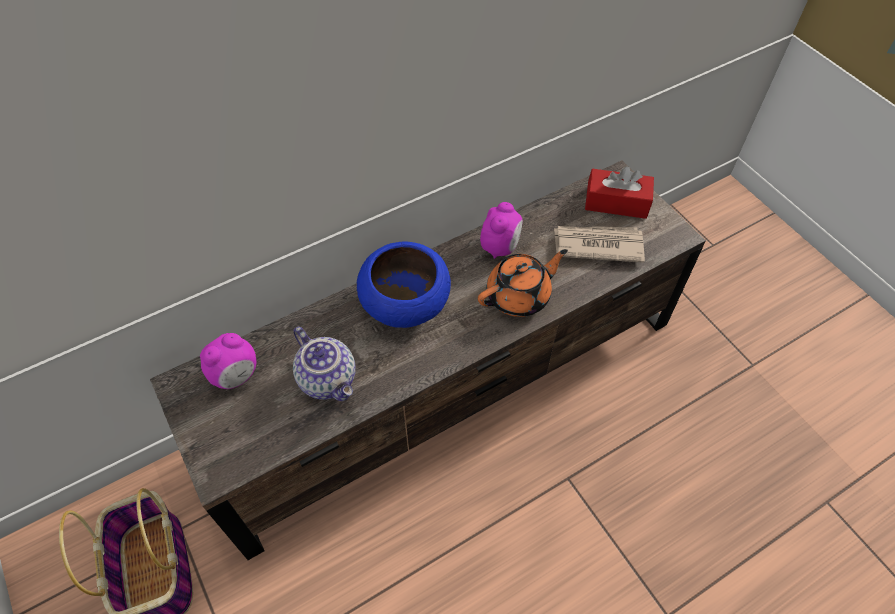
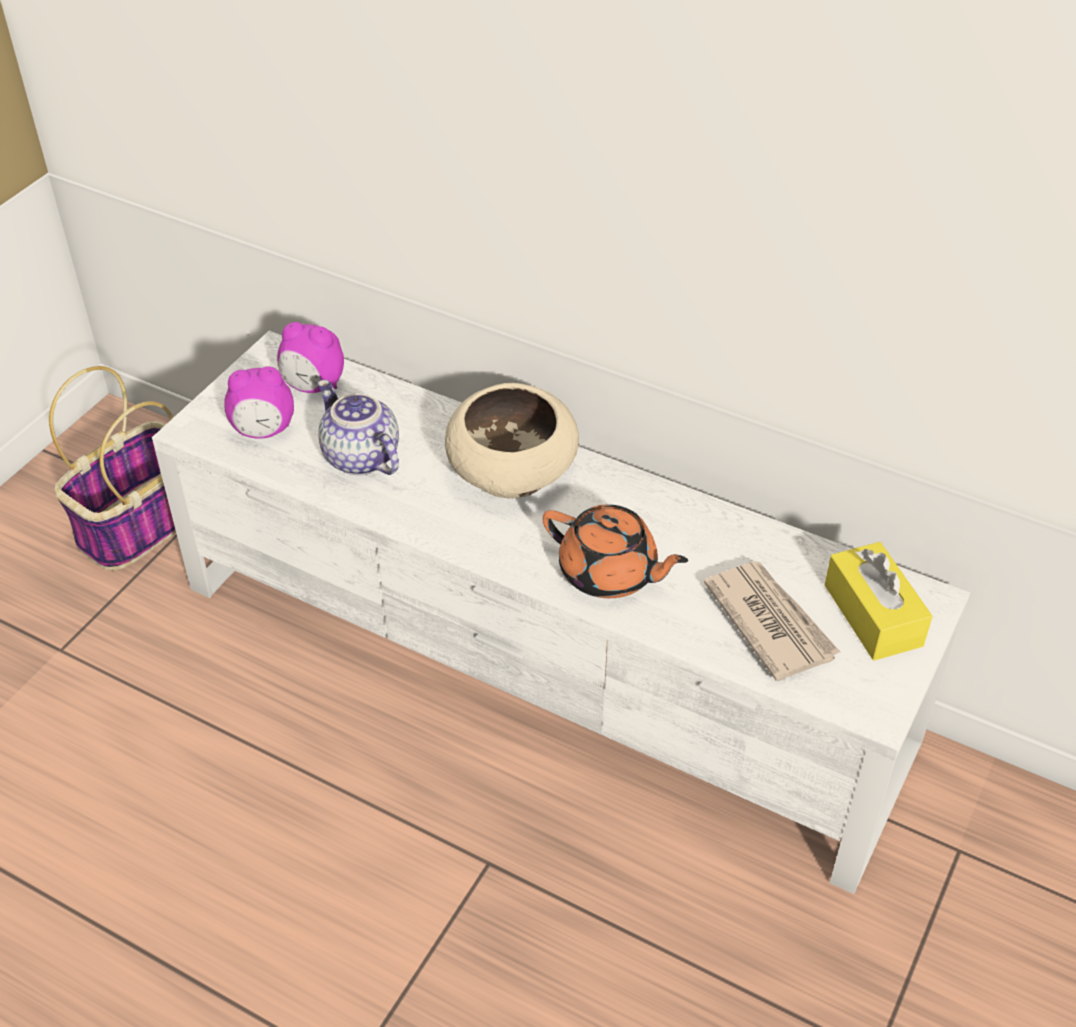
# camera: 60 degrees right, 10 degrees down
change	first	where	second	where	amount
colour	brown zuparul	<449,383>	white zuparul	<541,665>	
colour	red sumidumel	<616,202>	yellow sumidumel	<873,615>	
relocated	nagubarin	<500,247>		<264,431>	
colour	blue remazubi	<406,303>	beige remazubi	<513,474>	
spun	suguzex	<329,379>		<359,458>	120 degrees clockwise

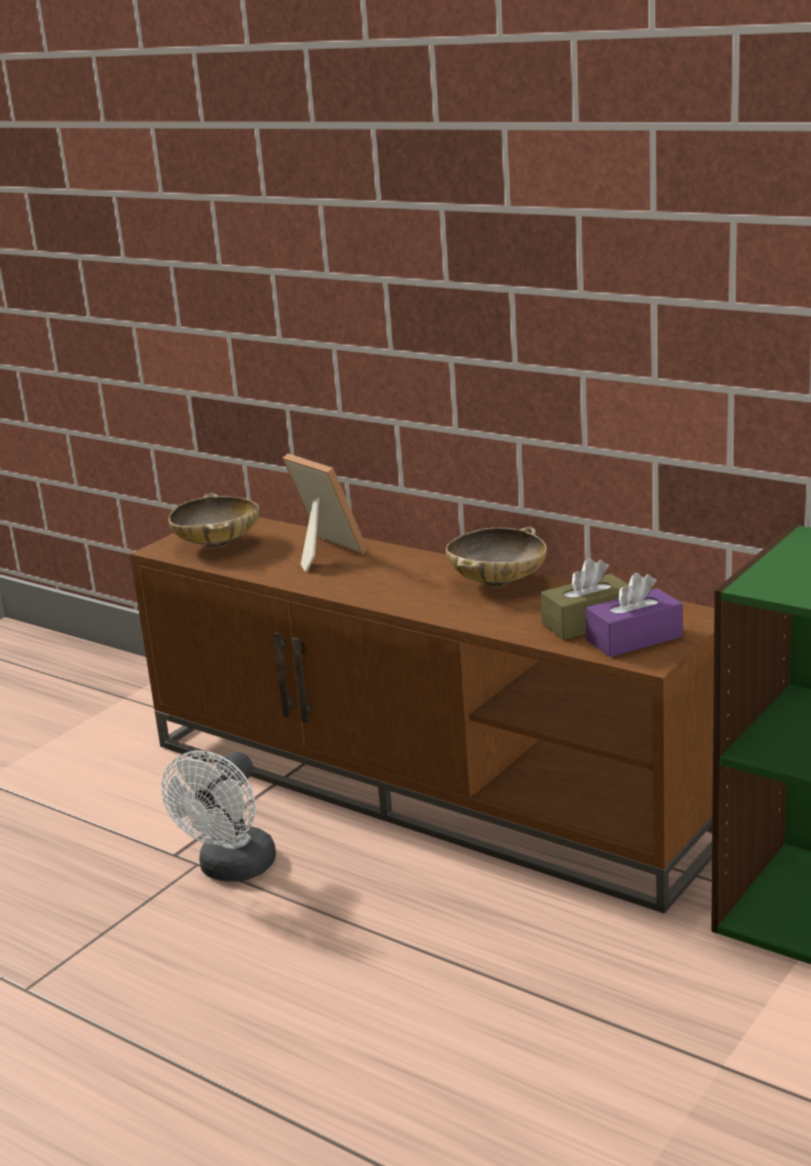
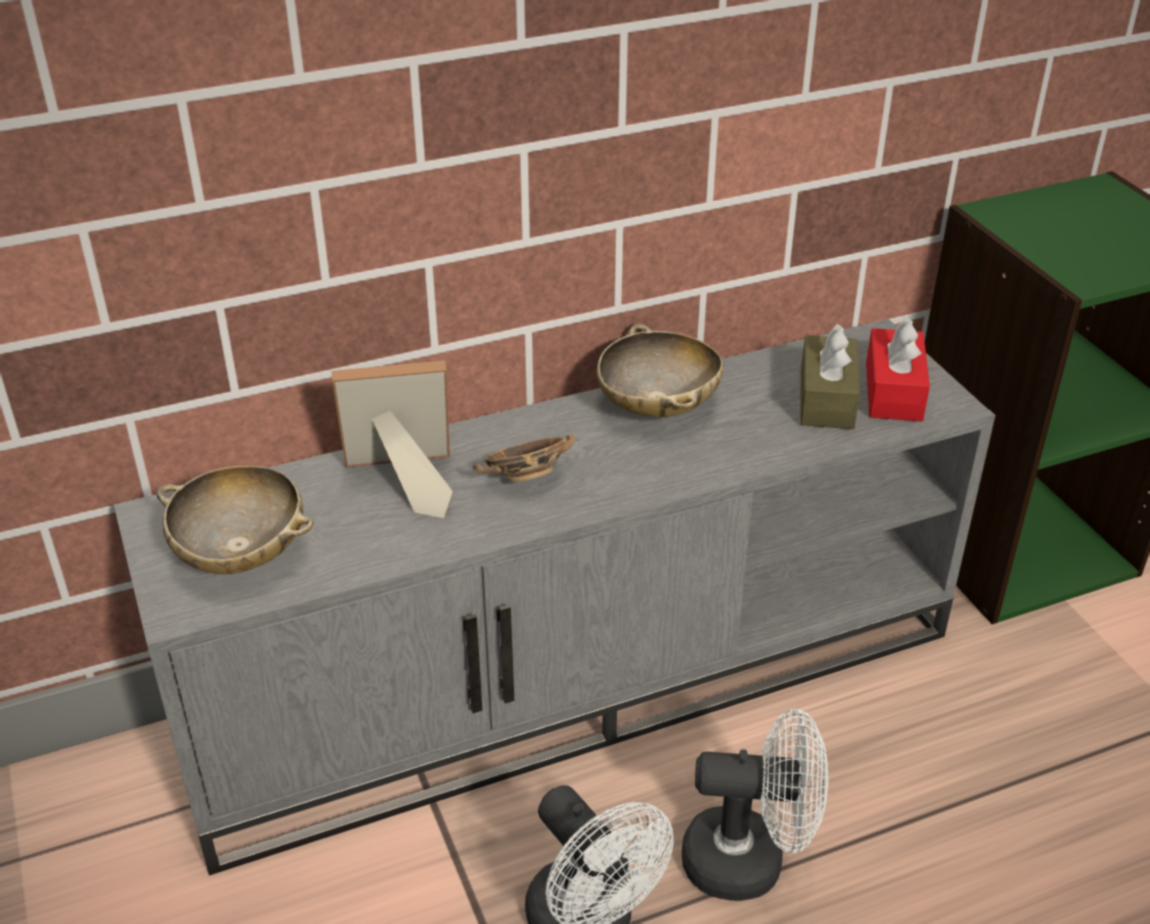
# camera: 60 degrees left, 15 degrees up
change	first	where	second	where	amount
colour	brown zuparul	<429,786>	grey zuparul	<575,678>	
colour	purple sumidumel	<634,639>	red sumidumel	<893,391>	
appeared			remazubi	<525,477>	
appeared			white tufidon	<750,860>	

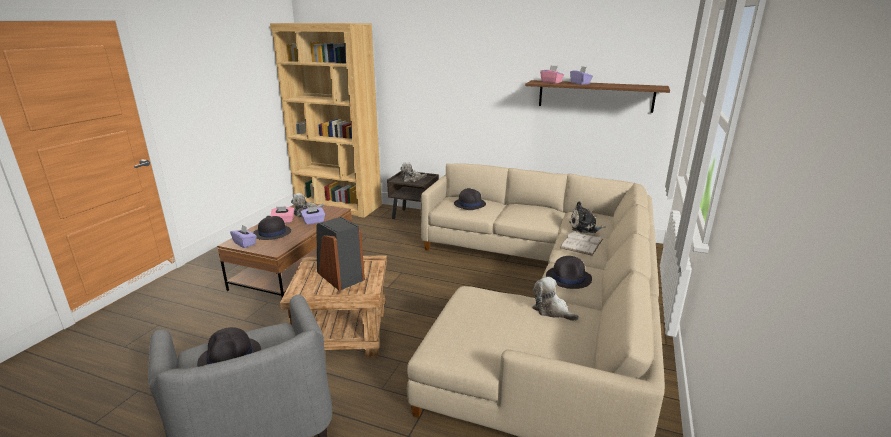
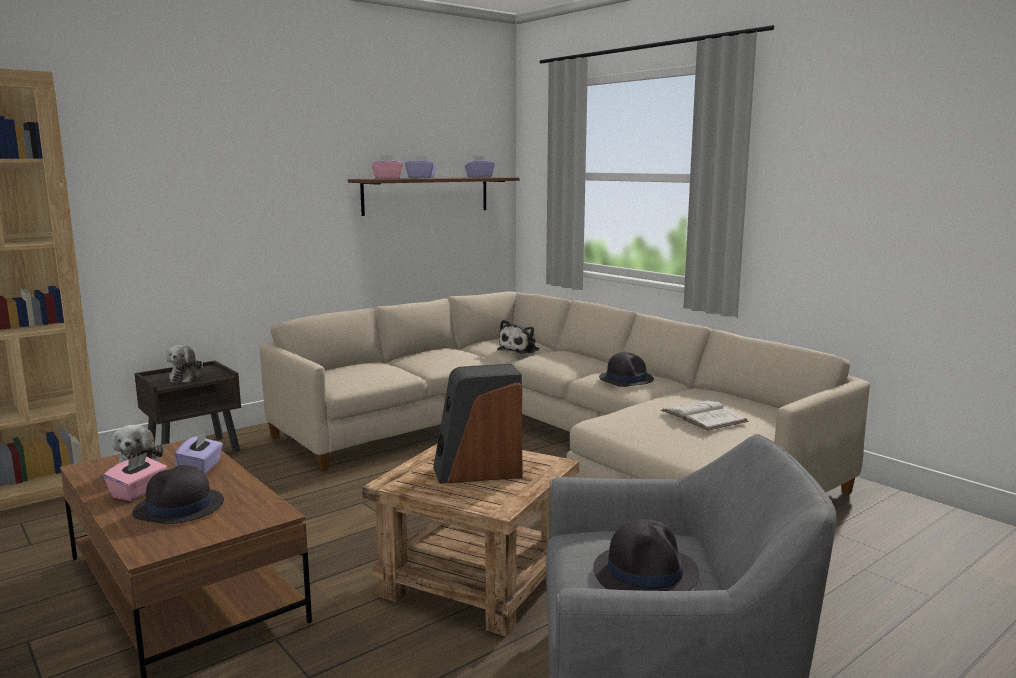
# camera: 60 degrees left, 10 degrees down
change	first	where	second	where	amount
missing	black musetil	<469,204>			
relocated	purple sumidumel	<245,243>		<479,177>	
relocated	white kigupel	<581,243>		<703,416>	
missing	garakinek	<551,310>			

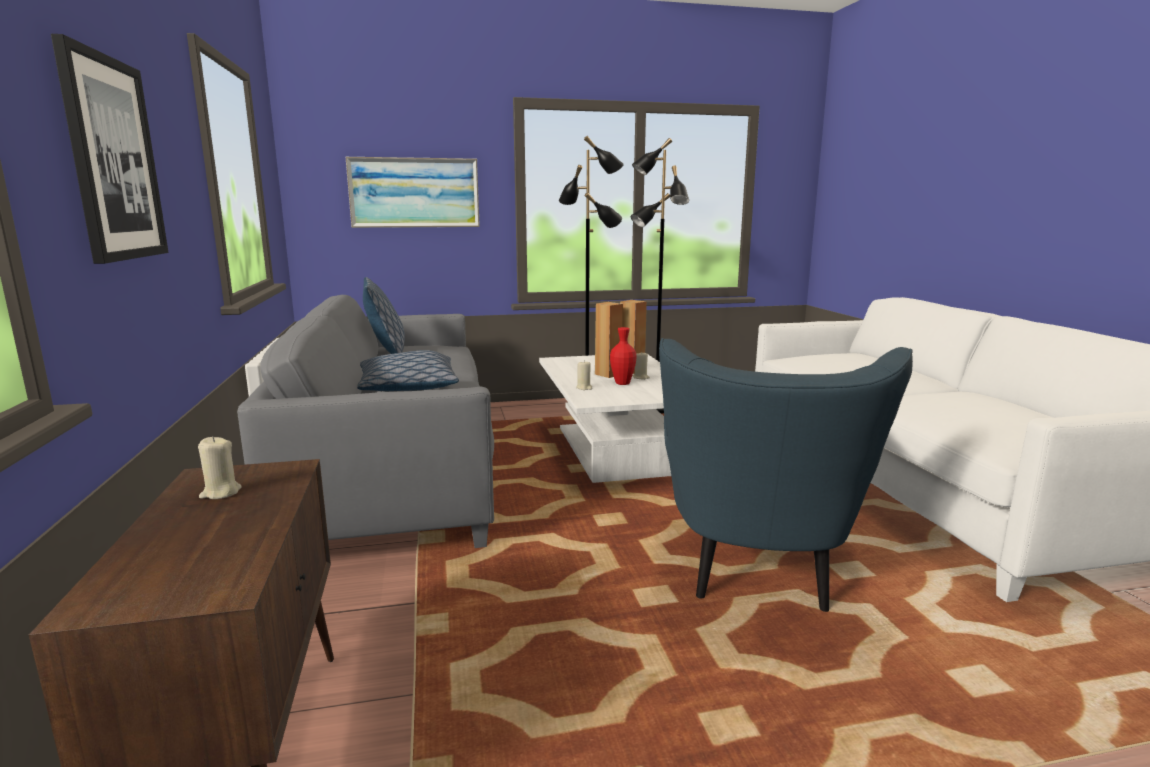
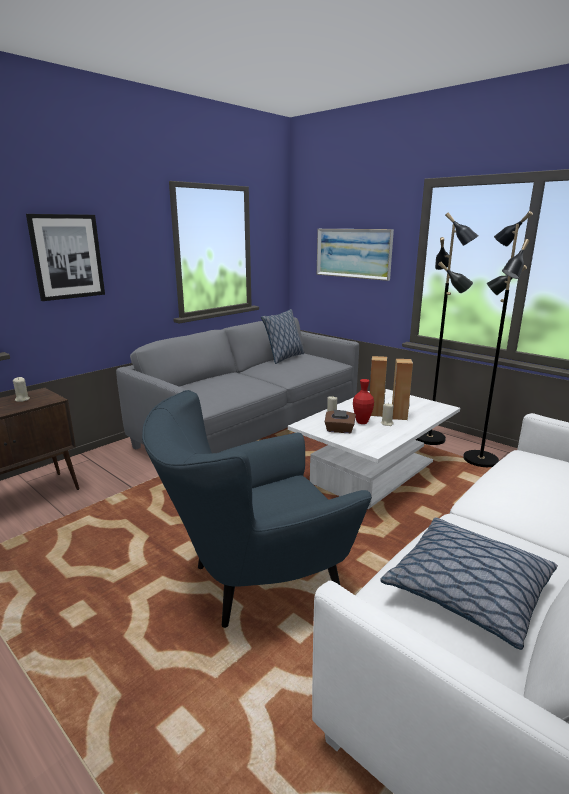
# camera: 55 degrees right, 5 degrees up
change	first	where	second	where	amount
relocated	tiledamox	<408,387>		<466,590>	
appeared			brown sumidumel	<339,430>	

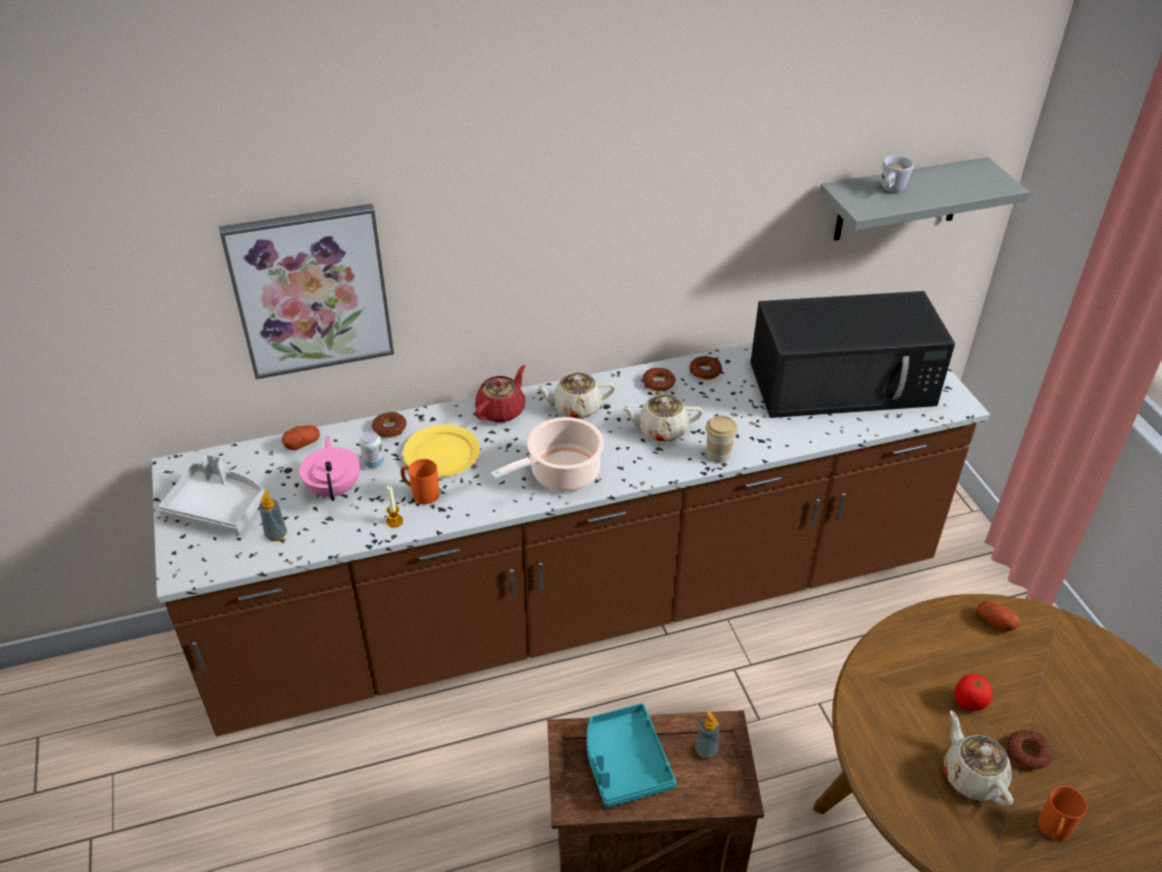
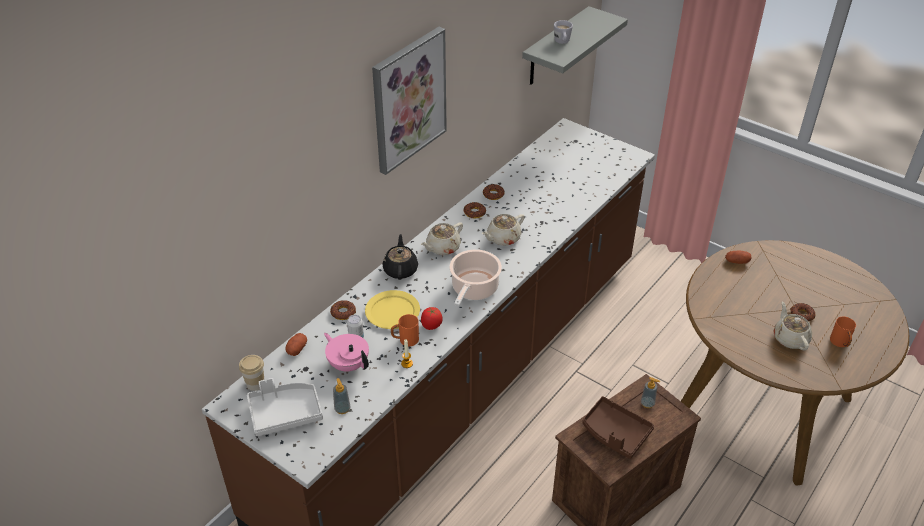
# camera: 35 degrees left, 0 degrees up
change	first	where	second	where	amount
relocated	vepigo	<311,291>		<408,100>	
missing	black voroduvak	<844,383>			
colour	red suguzex	<501,410>	black suguzex	<400,269>	
relocated	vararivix	<718,455>		<255,383>	
relocated	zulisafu	<968,702>		<431,326>	
colour	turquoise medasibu	<624,763>	brown medasibu	<615,433>	
spun	beige suguzex	<972,776>		<790,338>	45 degrees clockwise

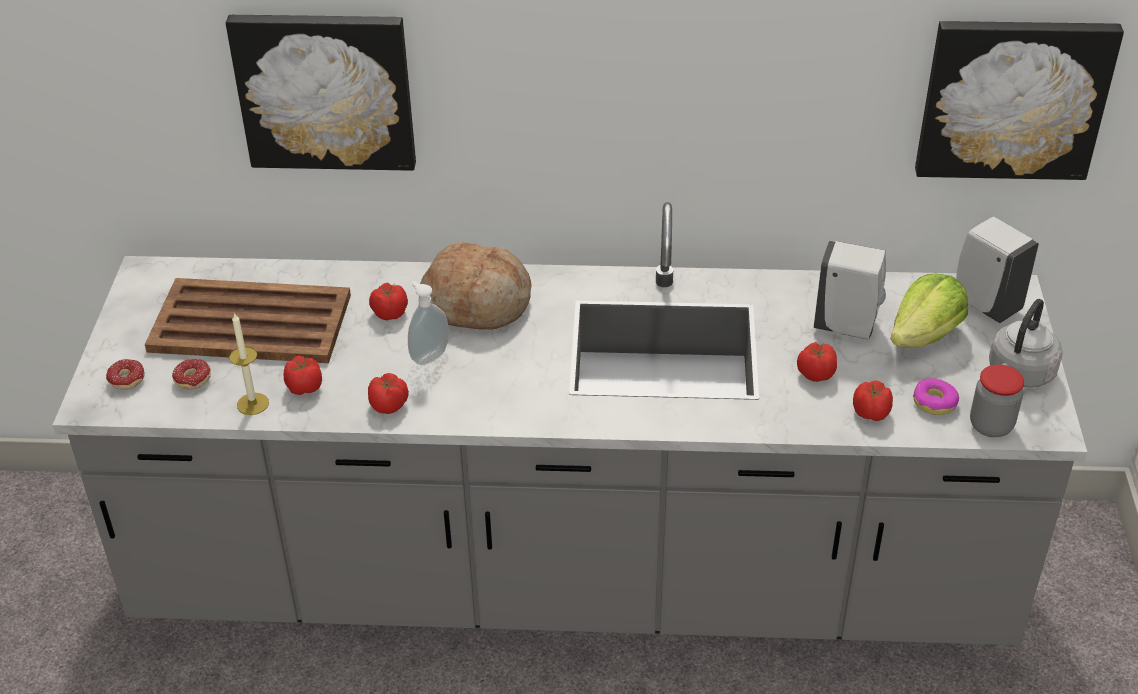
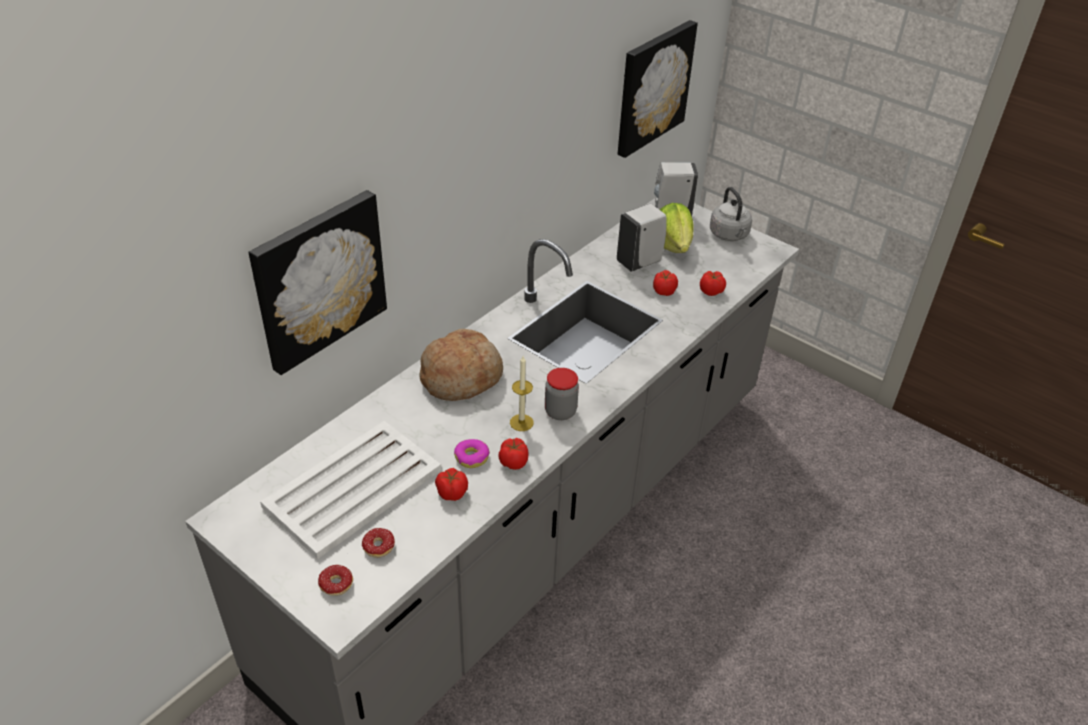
# camera: 55 degrees left, 0 degrees up
change	first	where	second	where	amount
colour	brown medasibu	<248,322>	white medasibu	<351,488>	
missing	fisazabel	<428,355>			
missing	zulisafu	<389,313>			
relocated	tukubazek	<253,404>		<521,422>	
relocated	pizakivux	<991,425>		<560,412>	
relocated	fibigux	<934,402>		<472,457>	

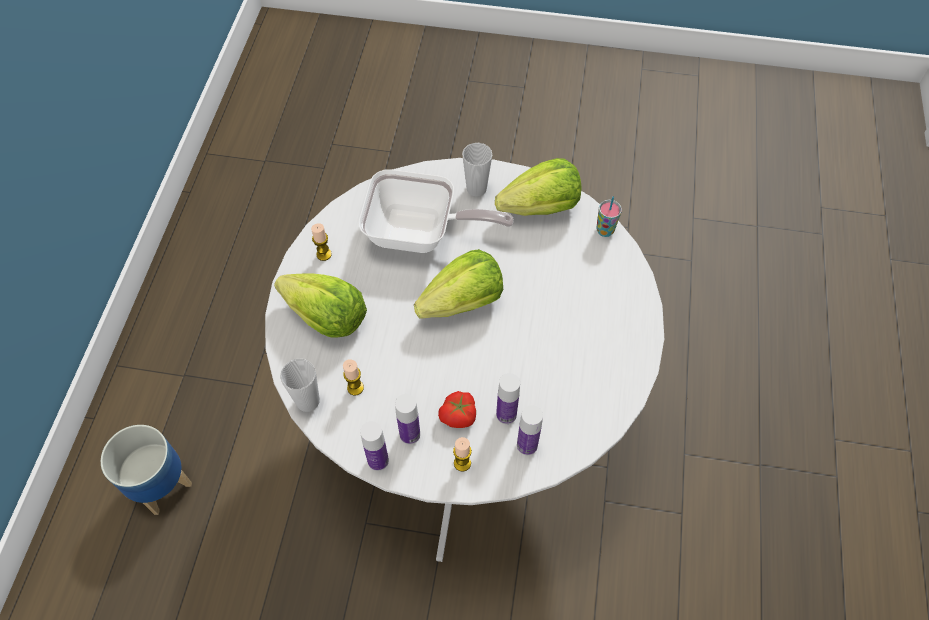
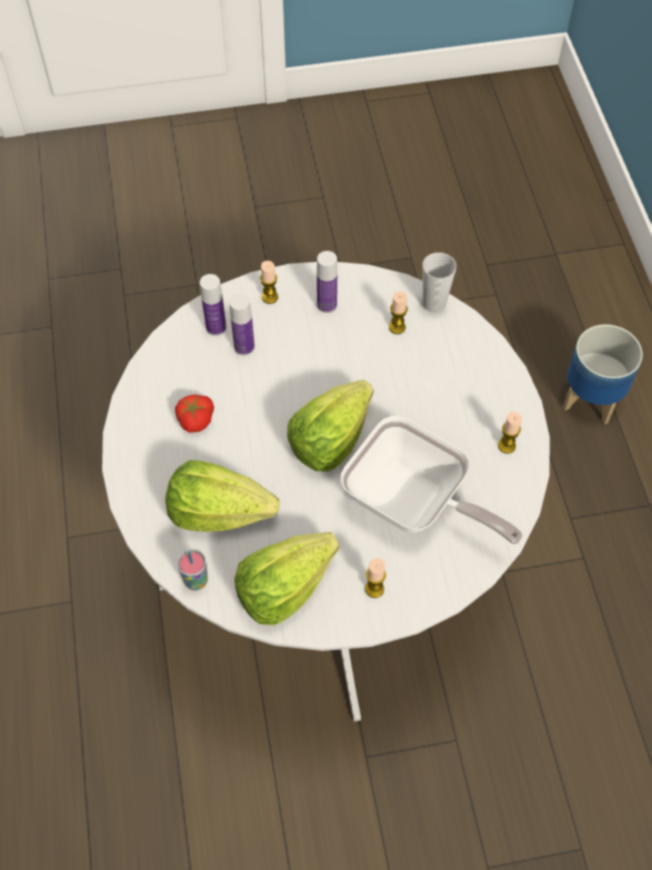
# camera: 160 degrees right, 0 degrees up
change	first	where	second	where	amount
exchanged	vararivix	<476,188>	tukubazek	<374,589>	
spun	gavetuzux	<420,234>		<413,504>	135 degrees counterclockwise
relocated	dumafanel	<326,317>		<219,512>	
relocated	zulisafu	<459,416>		<194,419>	
missing	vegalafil	<378,461>			

